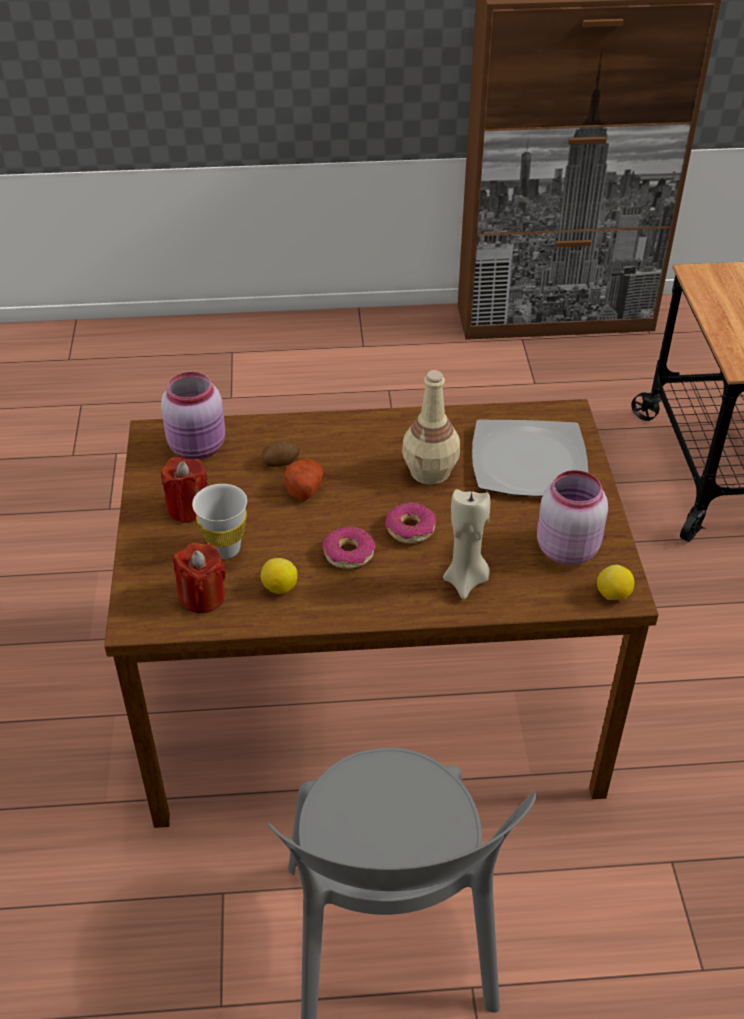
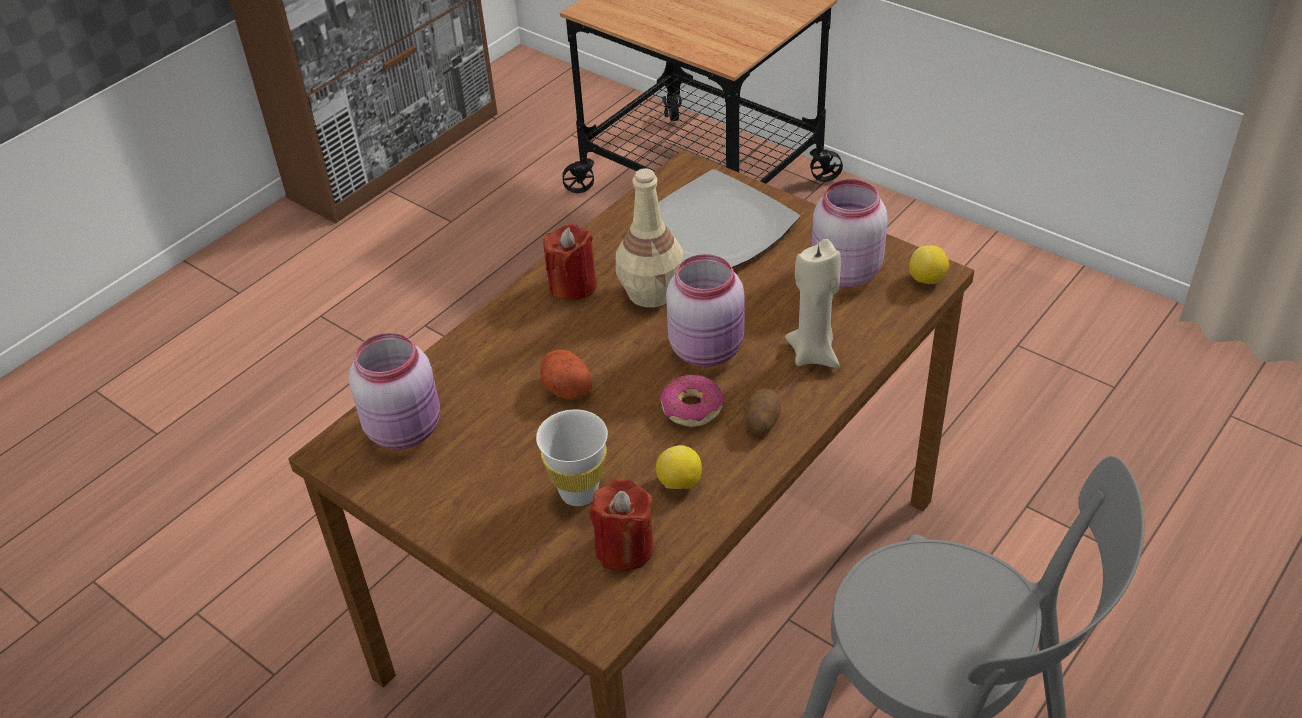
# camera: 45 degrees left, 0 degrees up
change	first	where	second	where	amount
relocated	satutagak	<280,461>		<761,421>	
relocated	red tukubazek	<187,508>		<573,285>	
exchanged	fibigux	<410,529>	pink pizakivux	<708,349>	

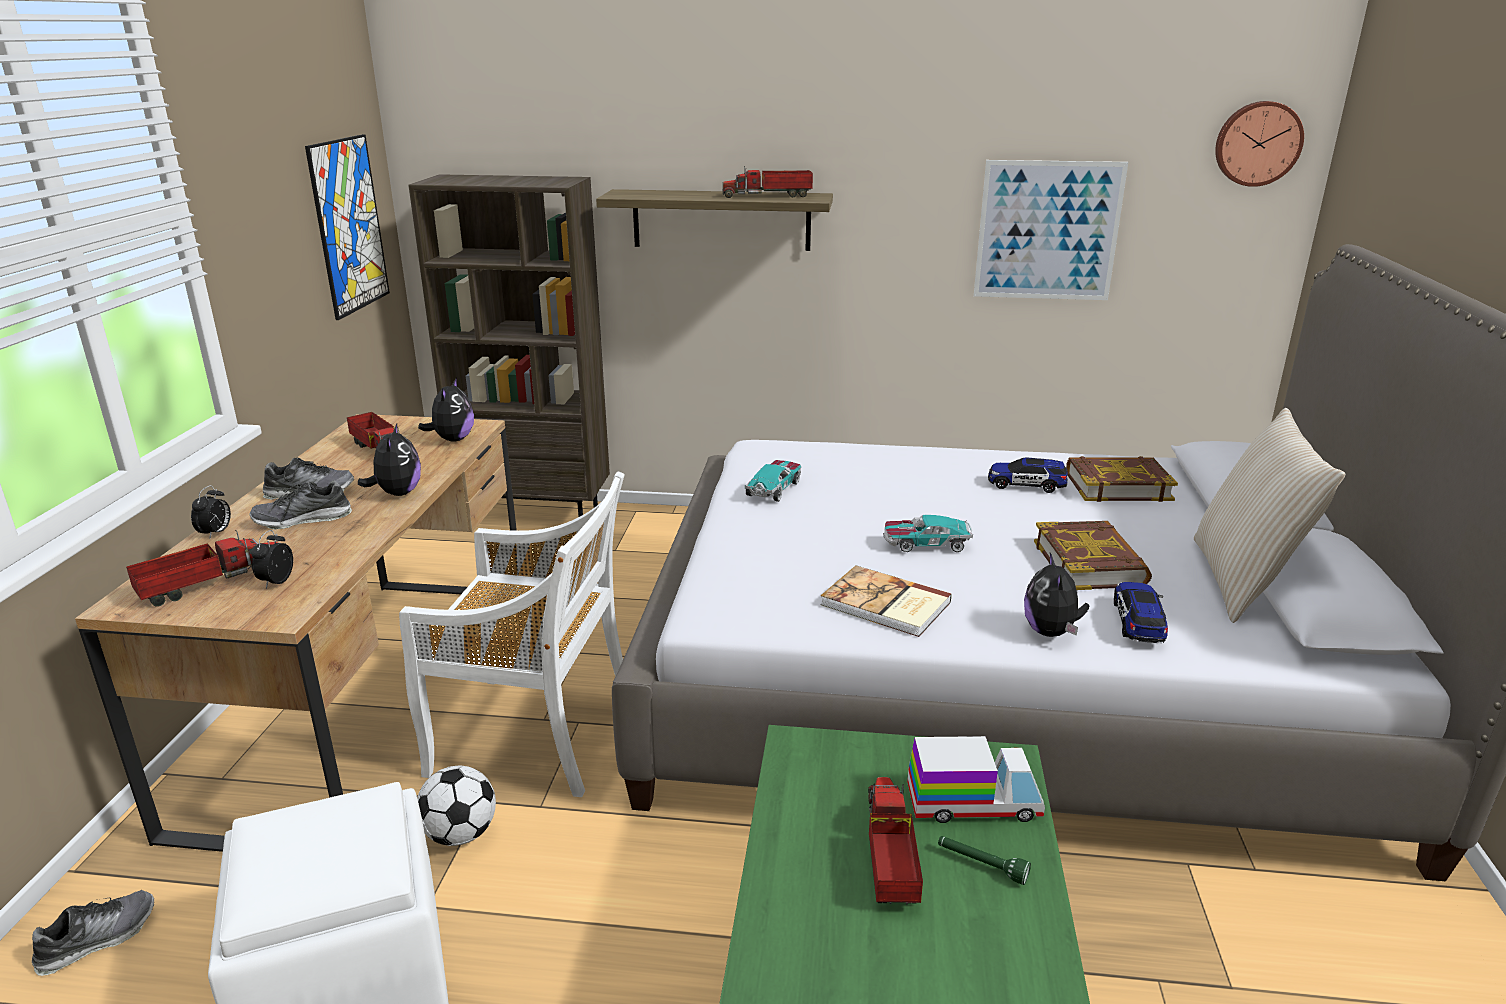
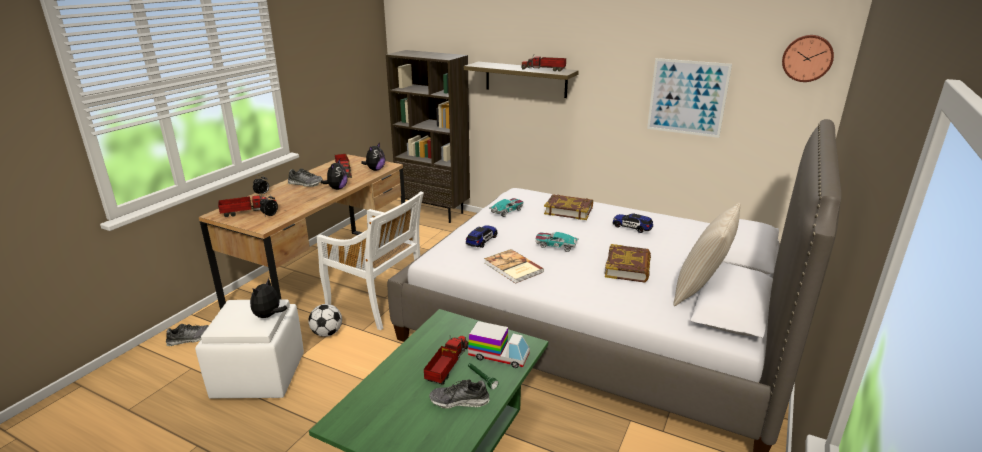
# camera: 20 degrees right, 0 degrees up
change	first	where	second	where	amount
missing	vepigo	<349,225>			
relocated	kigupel	<1117,486>		<568,210>	
relocated	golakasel	<303,519>		<459,401>	
relocated	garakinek	<1051,632>		<269,316>	
relocated	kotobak	<1138,623>		<481,241>	

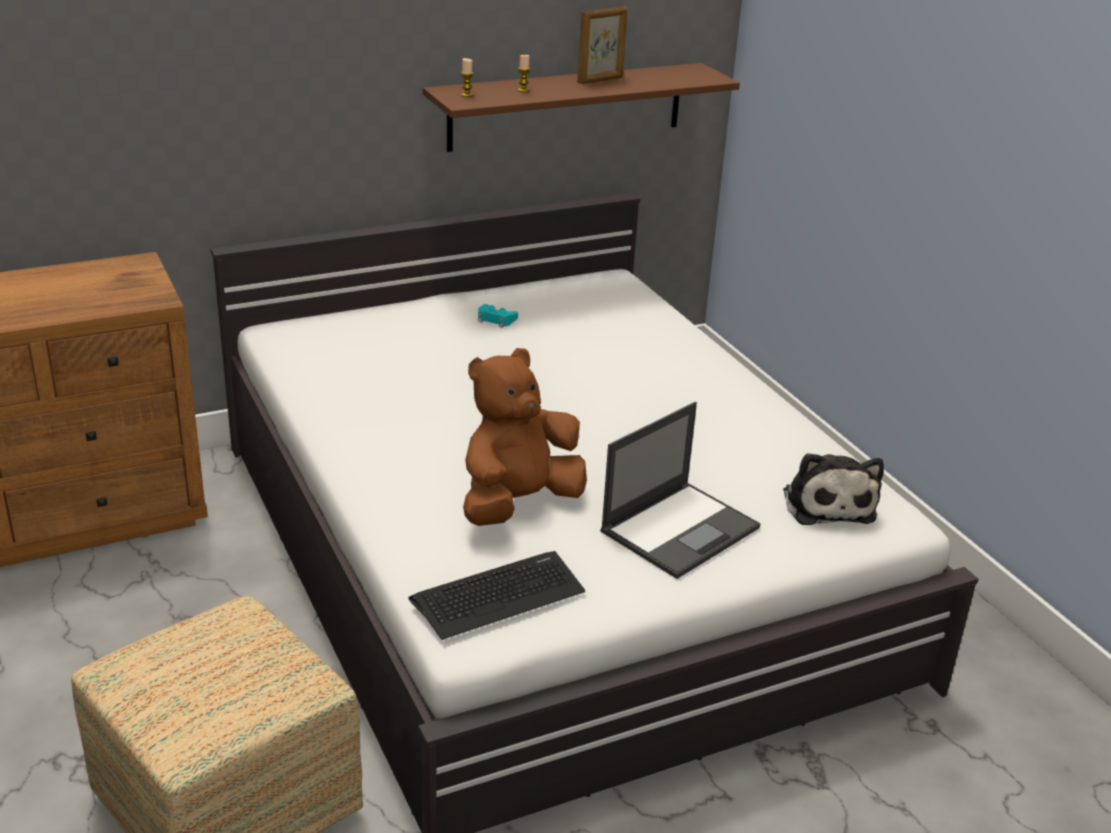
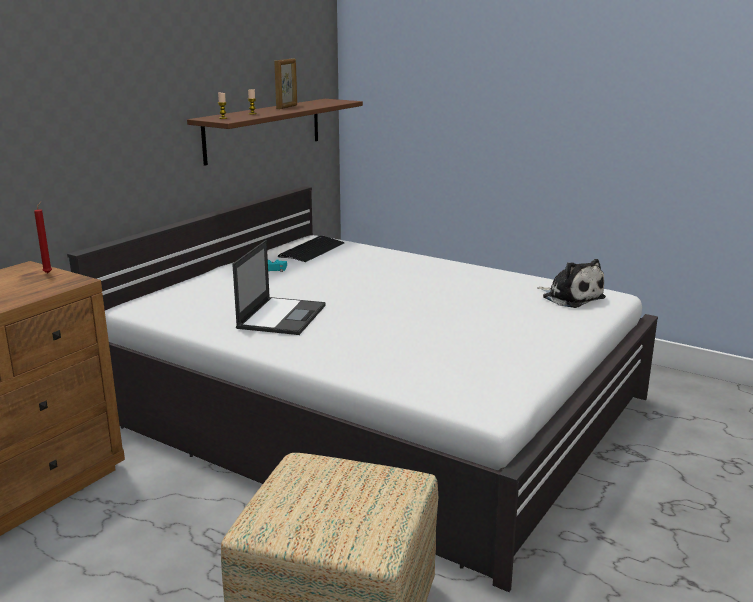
# camera: 30 degrees left, 10 degrees down
change	first	where	second	where	amount
missing	brown garakinek	<518,504>			
relocated	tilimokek	<681,529>		<282,316>	
relocated	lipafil	<498,595>		<312,250>	
appeared			red tukubazek	<48,273>	

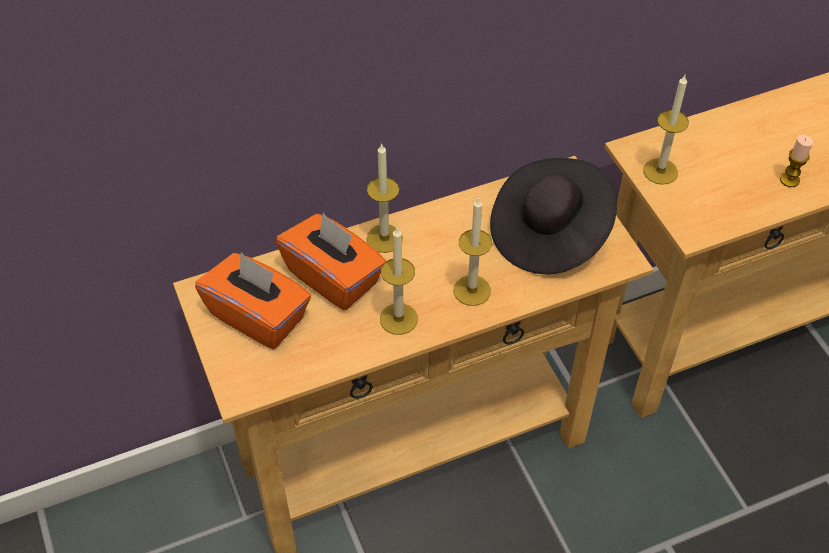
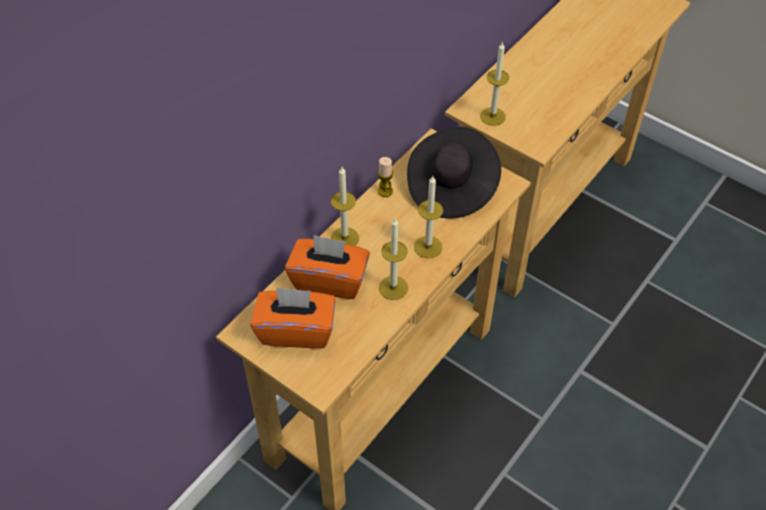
# camera: 30 degrees left, 0 degrees up
change	first	where	second	where	amount
relocated	tukubazek	<789,180>		<385,191>	

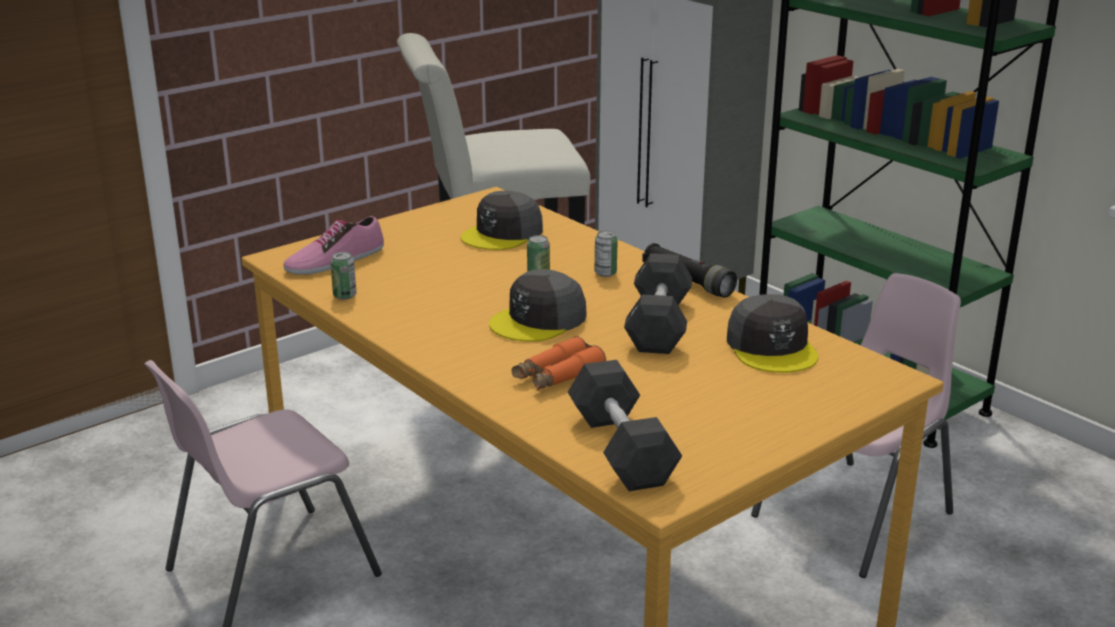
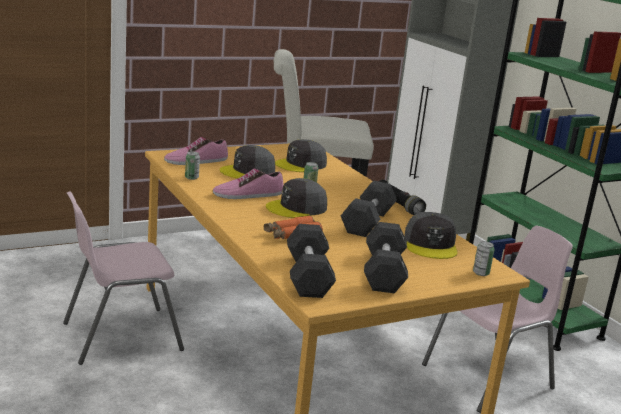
# camera: 10 degrees right, 5 degrees down
change	first	where	second	where	amount
relocated	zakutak	<605,273>		<481,273>	
appeared			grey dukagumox	<248,171>	
appeared			golakasel	<248,194>	
appeared			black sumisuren	<383,272>	

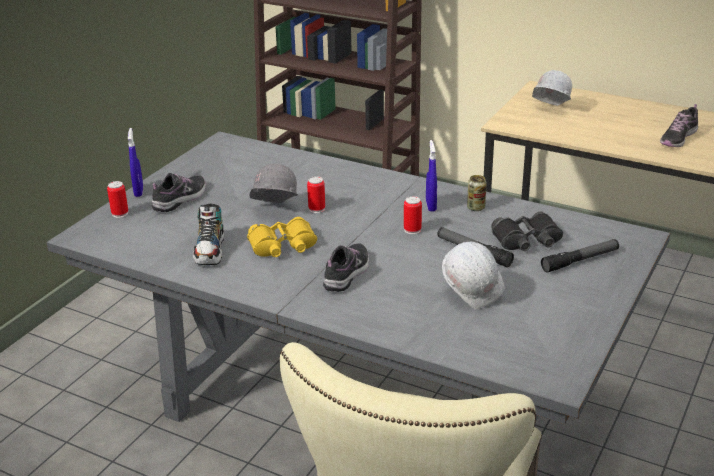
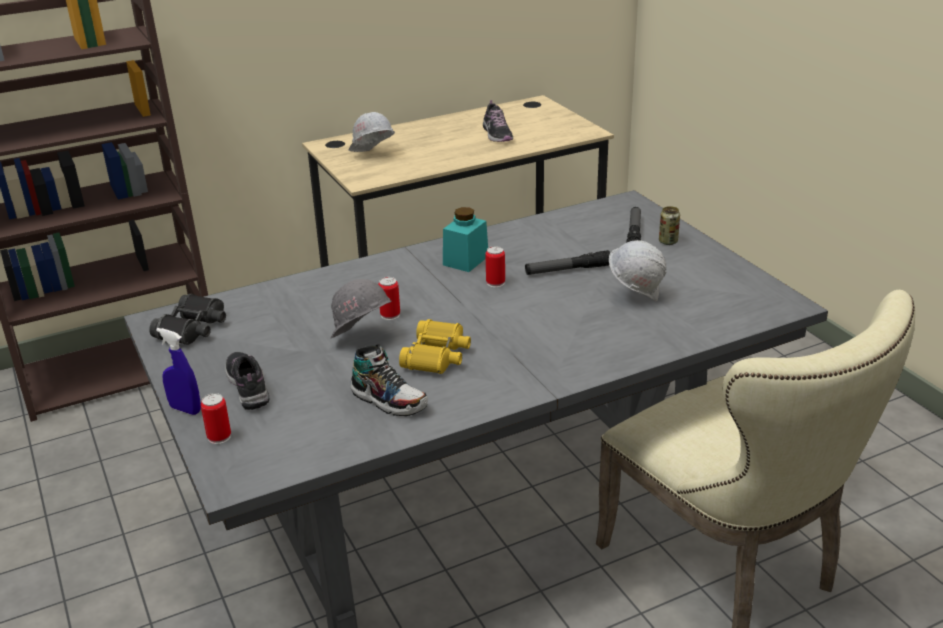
# camera: 55 degrees left, 0 degrees up
change	first	where	second	where	amount
exchanged	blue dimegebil	<431,206>	turquoise pizakivux	<465,260>	
relocated	zakutak	<476,208>		<668,241>	
relocated	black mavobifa	<527,240>		<193,328>	
missing	golakasel	<347,273>			

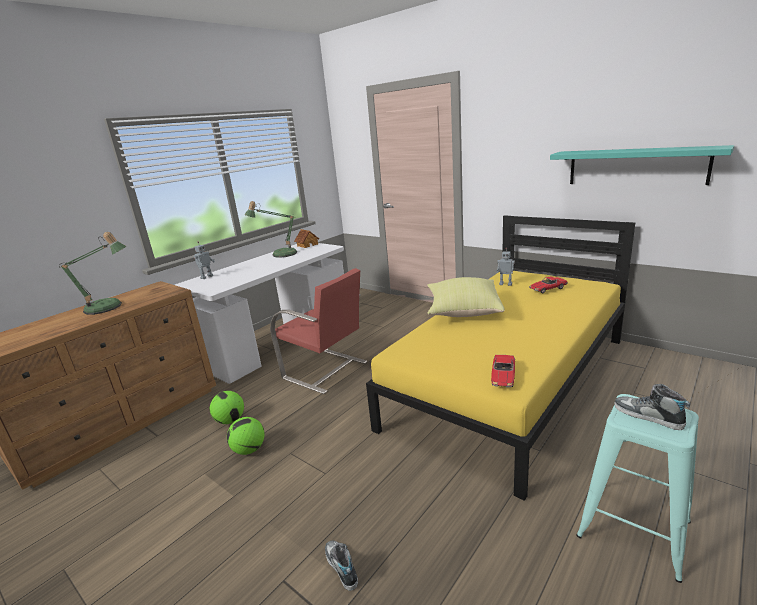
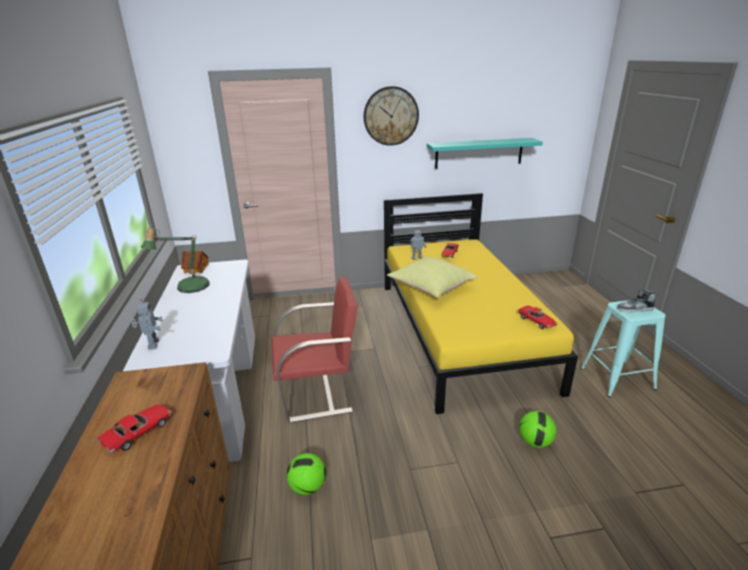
# camera: 50 degrees left, 5 degrees up
change	first	where	second	where	amount
exchanged	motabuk	<108,307>	kotobak	<139,432>	
relocated	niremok	<249,450>		<535,442>	
missing	golakasel	<341,567>			
appeared			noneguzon	<391,116>	

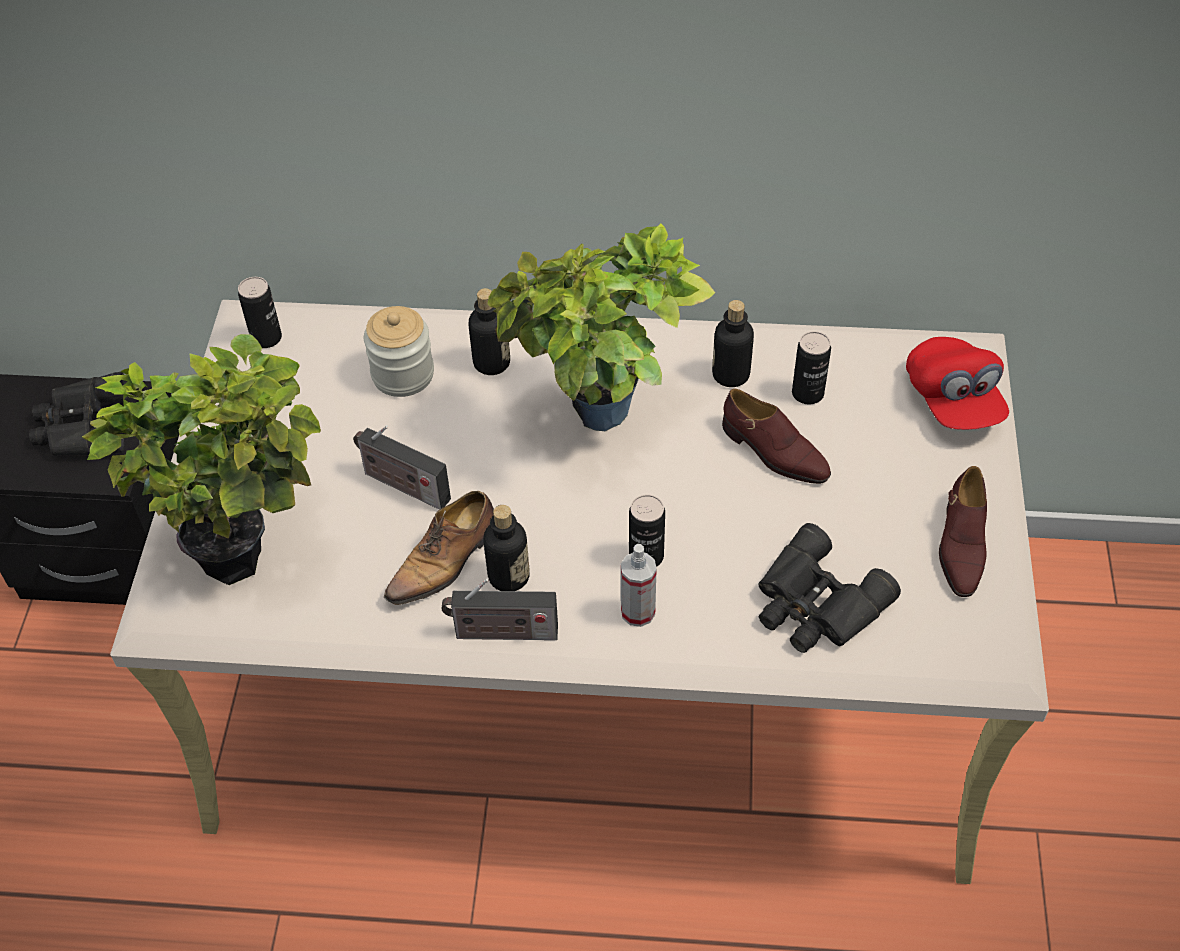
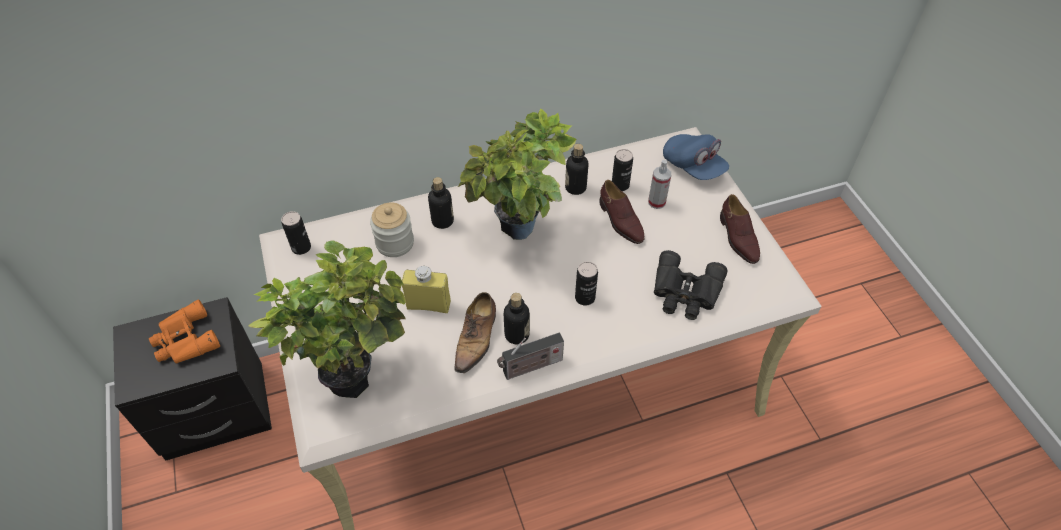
# camera: 25 degrees left, 0 degrees up
change	first	where	second	where	amount
colour	red dukagumox	<953,401>	blue dukagumox	<693,167>	
colour	black mavobifa	<81,427>	orange mavobifa	<184,340>	
spun	brown golakasel	<774,452>		<620,221>	45 degrees clockwise
exchanged	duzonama	<402,485>	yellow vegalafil	<428,305>	
relocated	dimegebil	<638,612>		<656,202>	

